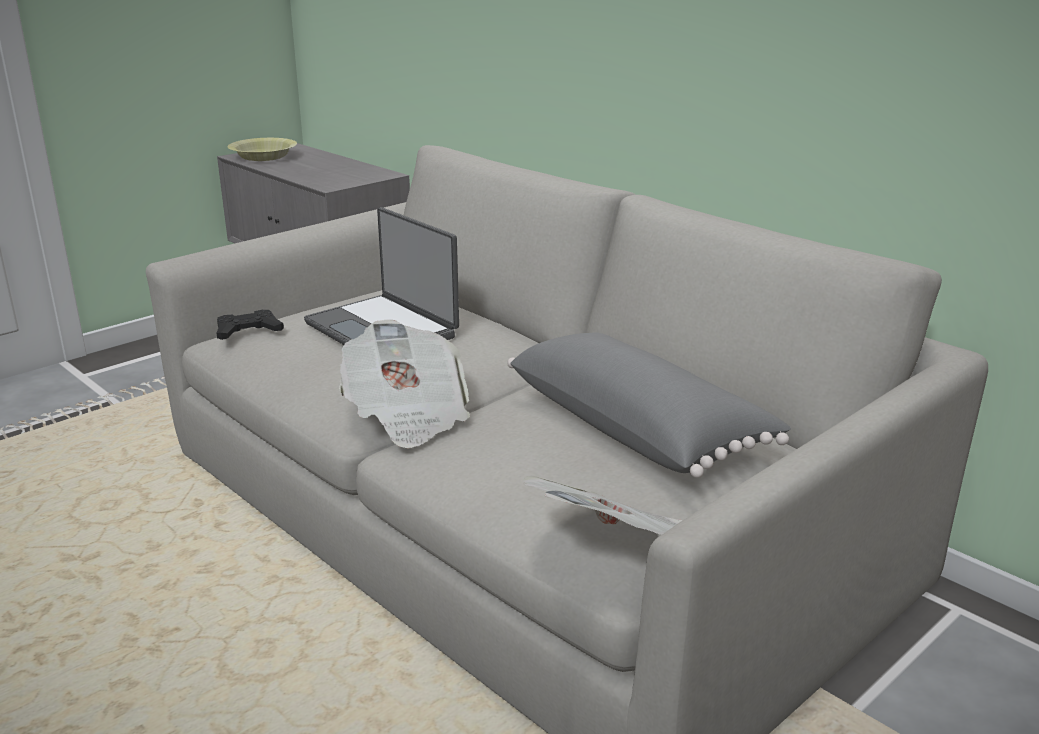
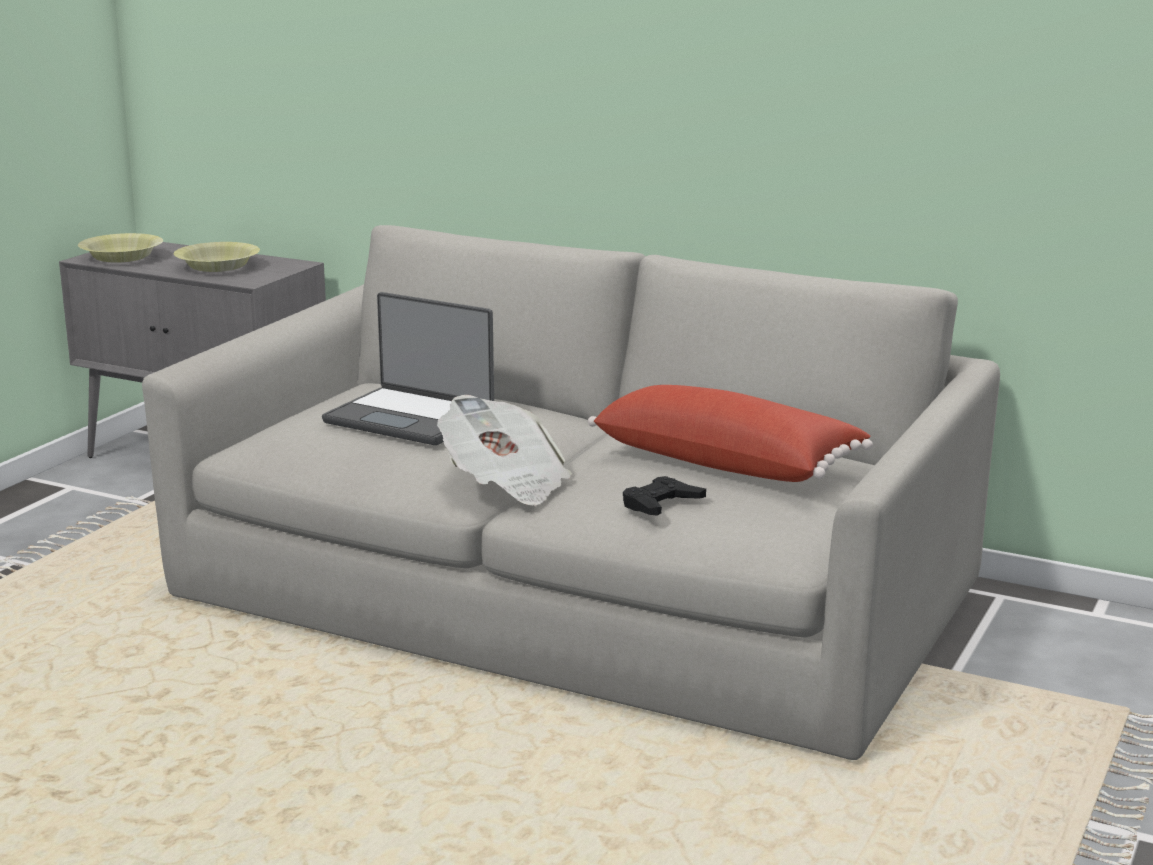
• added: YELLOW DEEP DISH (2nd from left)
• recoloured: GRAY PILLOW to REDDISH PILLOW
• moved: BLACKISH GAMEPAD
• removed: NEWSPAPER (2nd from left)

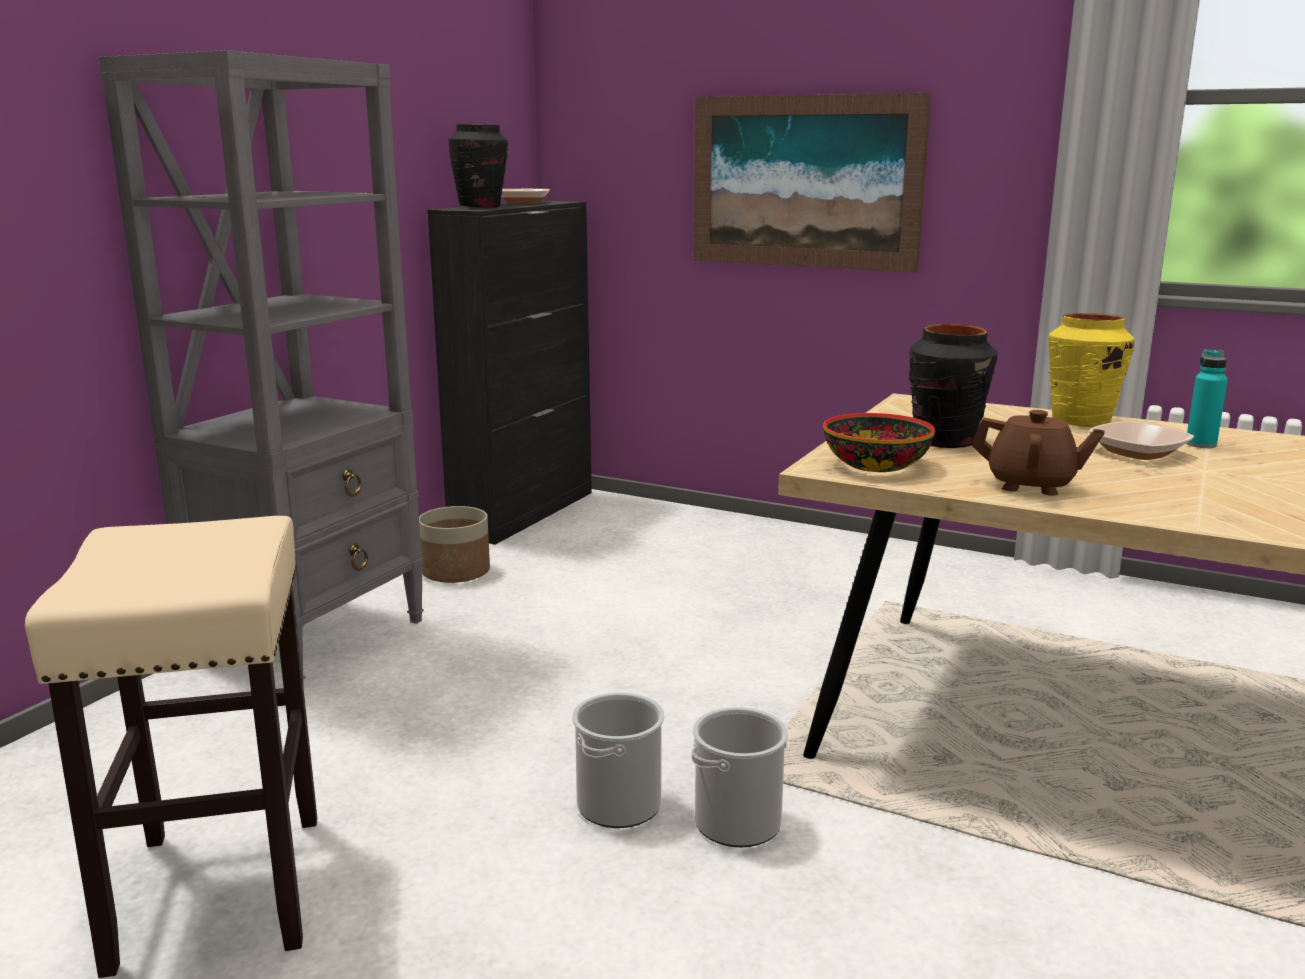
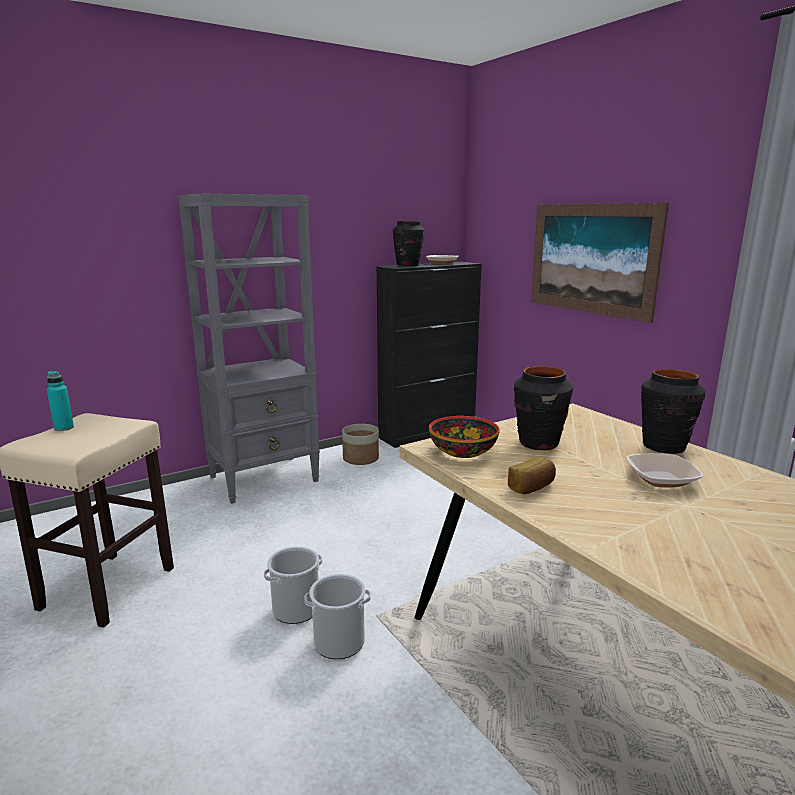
• moved: BLUE-GREEN DRINK BOTTLE
• replaced: BROWN-COLOURED TEA POT to BAKED BREAD
• recoloured: YELLOW FLOWER VASE to BLACKISH FLOWER VASE (3rd from left)

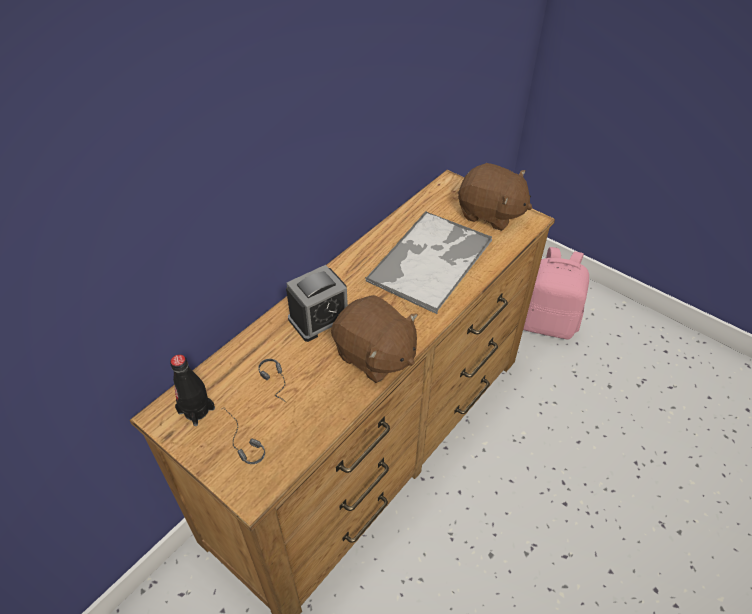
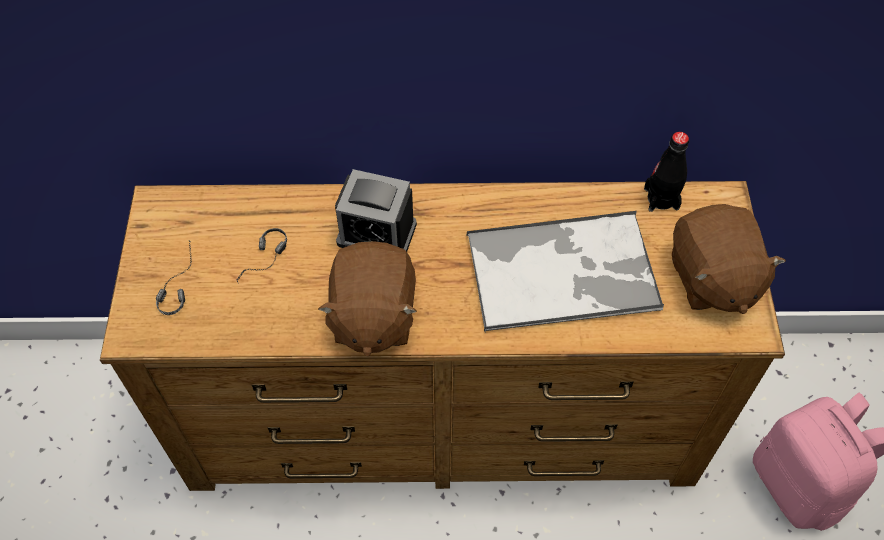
• moved: BLACKISH DRINK BOTTLE

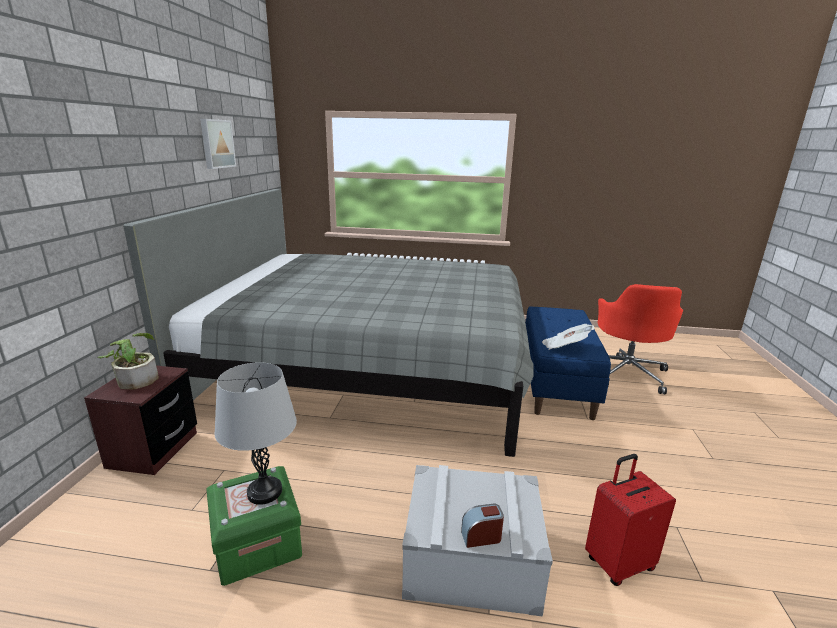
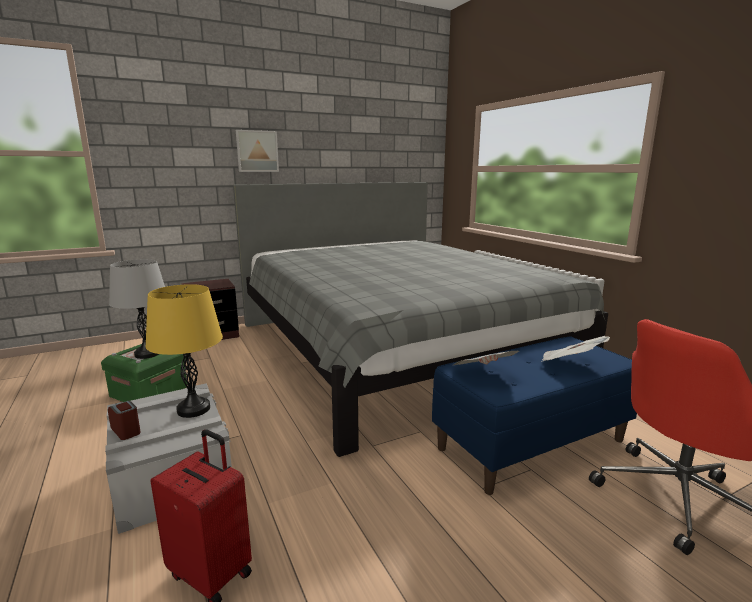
• added: YELLOW TABLETOP LAMP
• moved: WALL ART
• added: NEWSPAPER (2nd from left)
• removed: POTTED PLANT

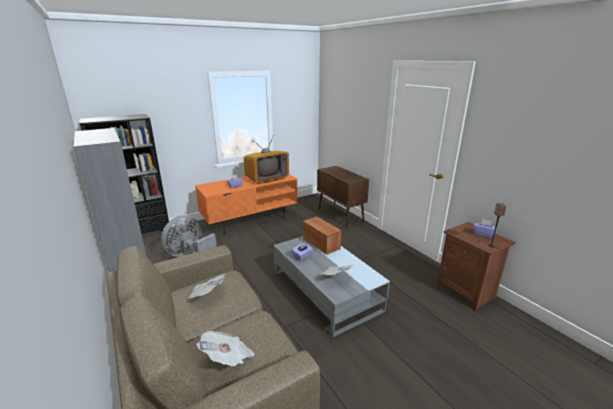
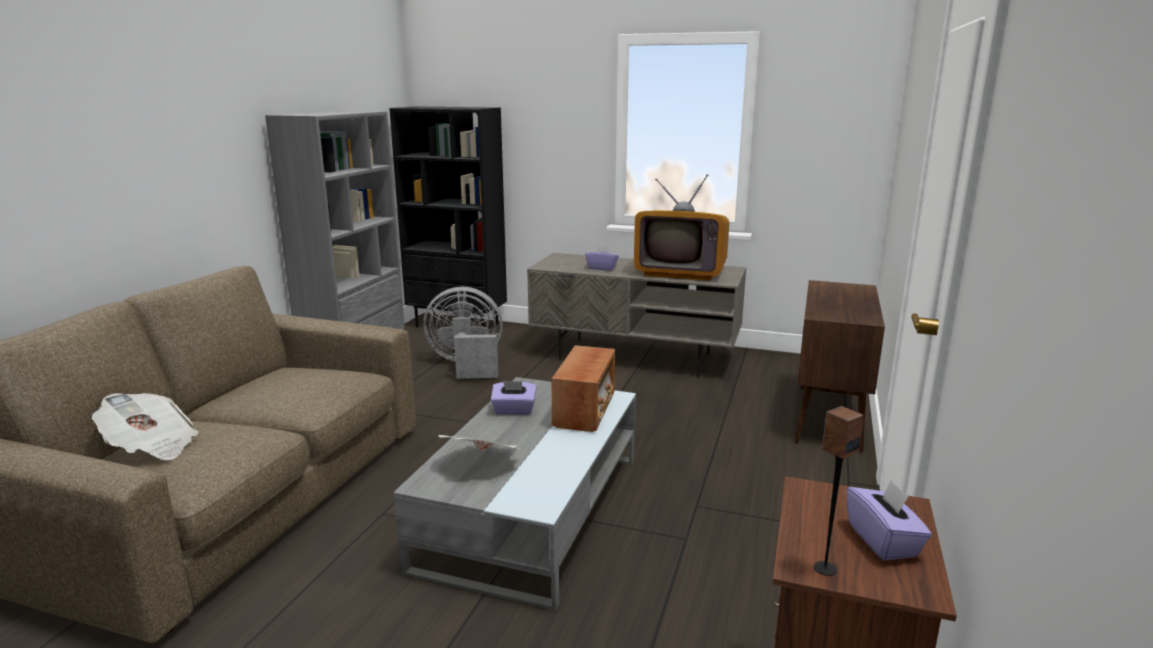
• recoloured: ORANGEY MEDIA CONSOLE to GRAY MEDIA CONSOLE
• removed: NEWSPAPER (1st from left)

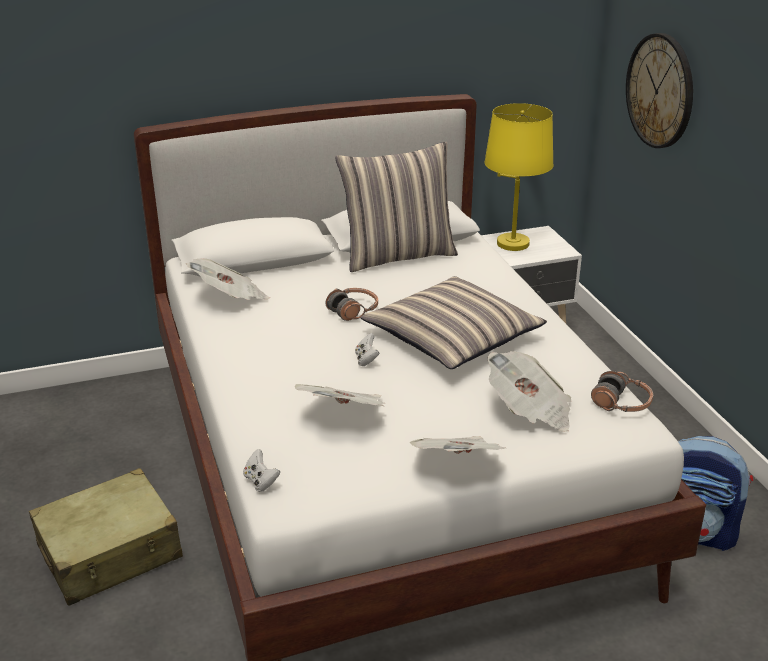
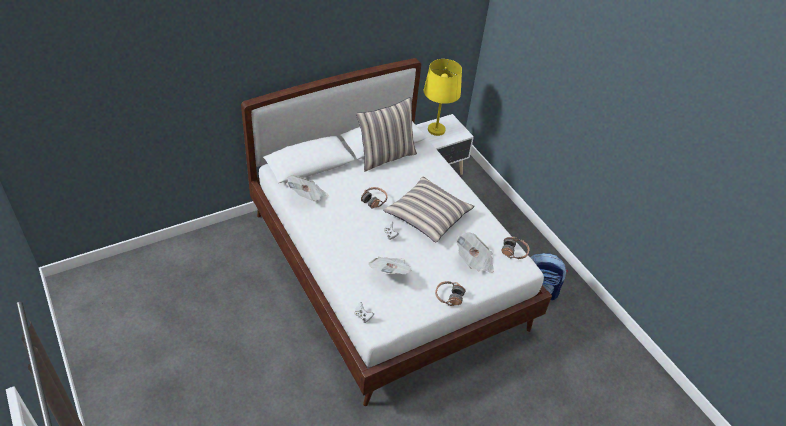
• replaced: NEWSPAPER (3rd from left) to HEADSET (2nd from left)
• removed: SAND-COLOURED PIECE OF LUGGAGE
• removed: WALL CLOCK

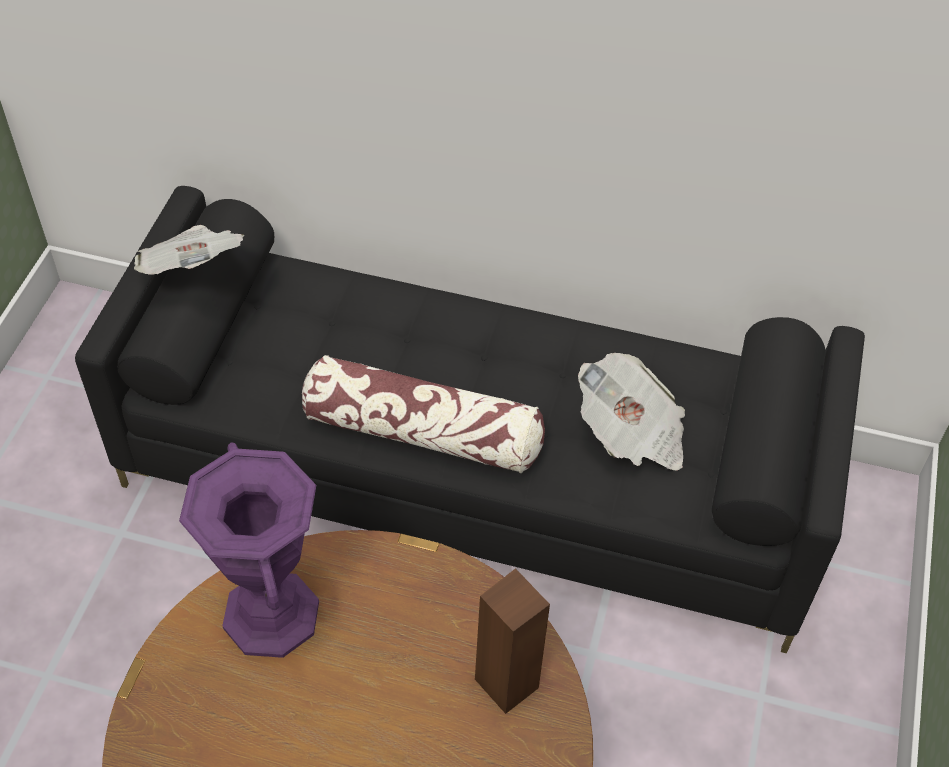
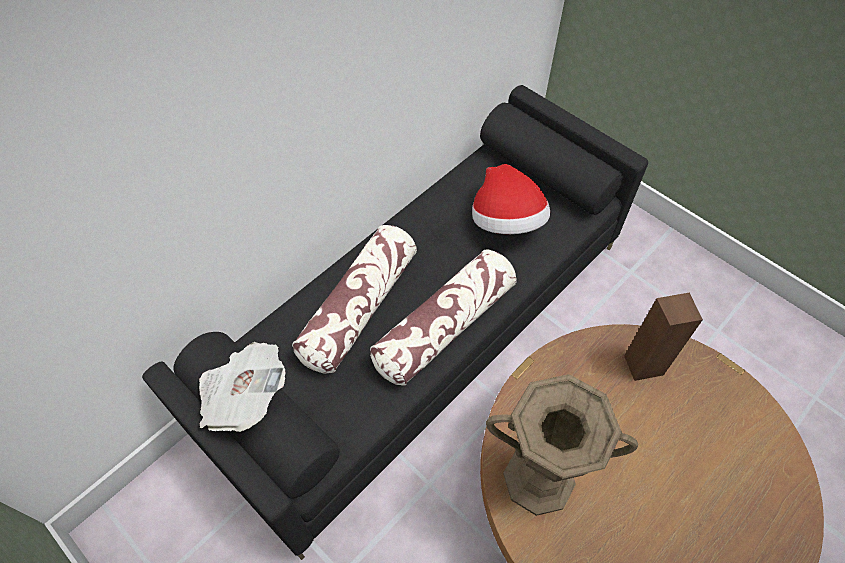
• added: PILLOW (1st from left)
• replaced: NEWSPAPER (2nd from left) to HAT
• recoloured: PURPLE FLOWER VASE to BROWN-COLOURED FLOWER VASE

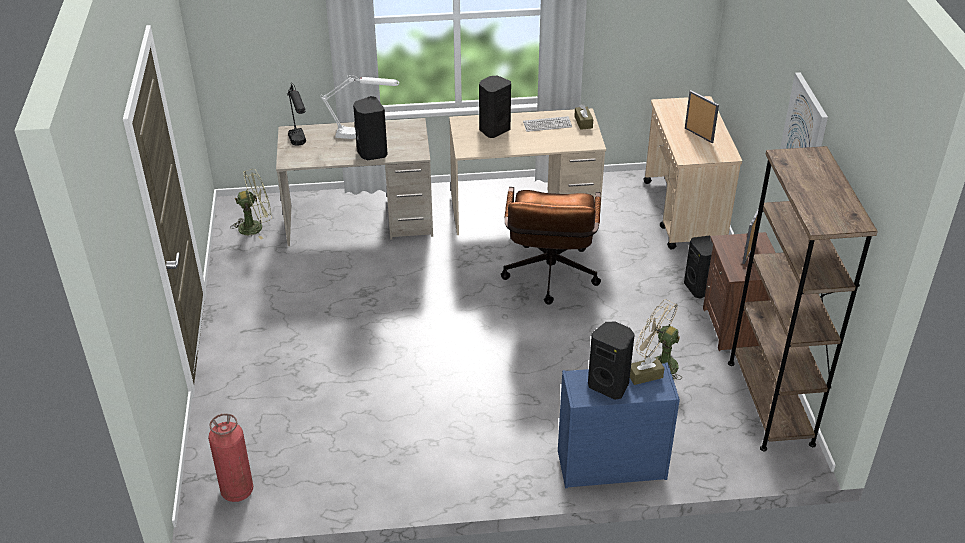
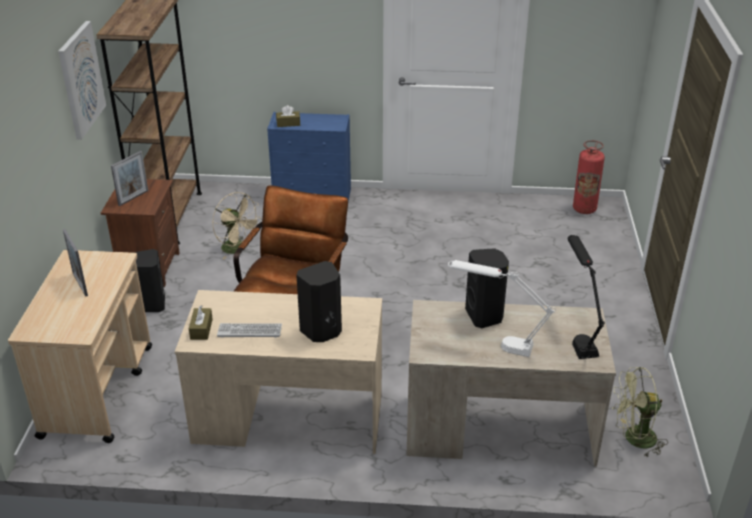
• removed: BLACKISH SPEAKER (3rd from left)

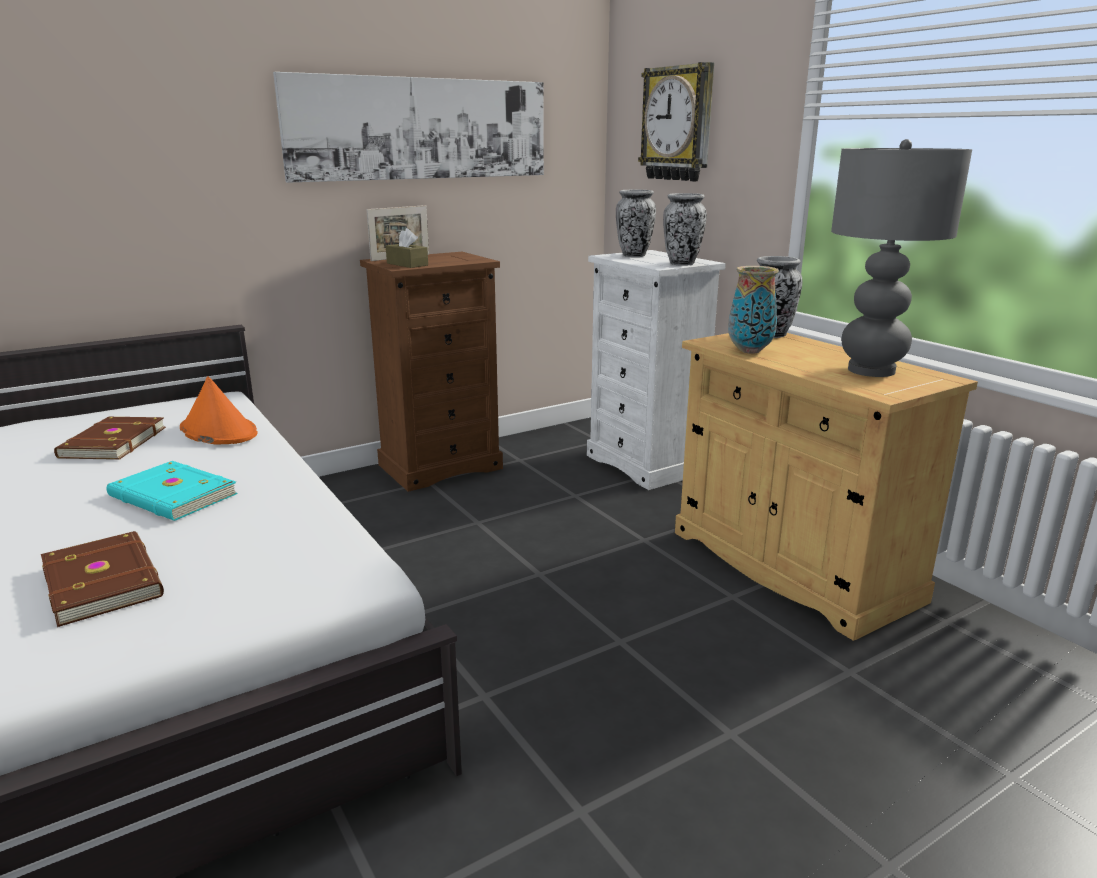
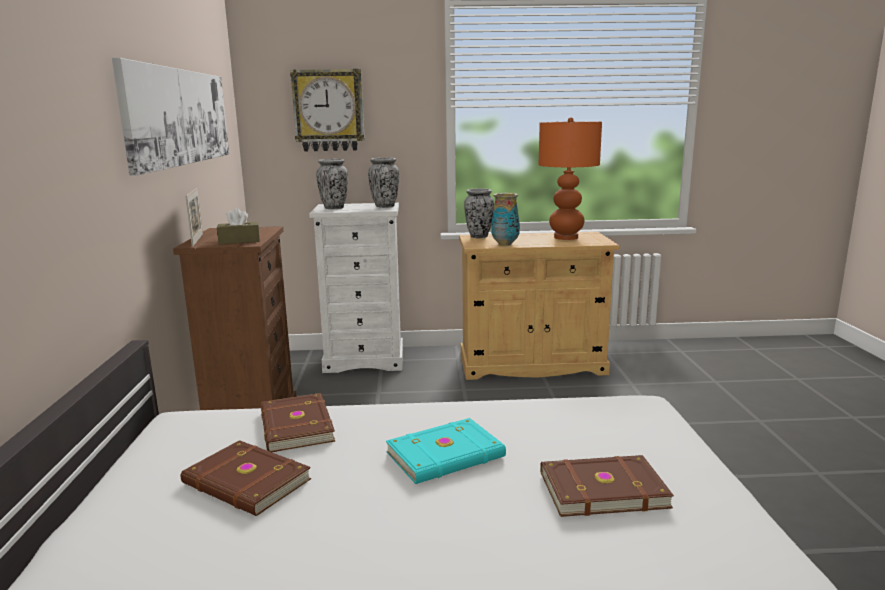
• replaced: ORANGEY HAT to BROWN-COLOURED VOLUME (2nd from left)
• recoloured: GRAY TABLETOP LAMP to ORANGEY TABLETOP LAMP

